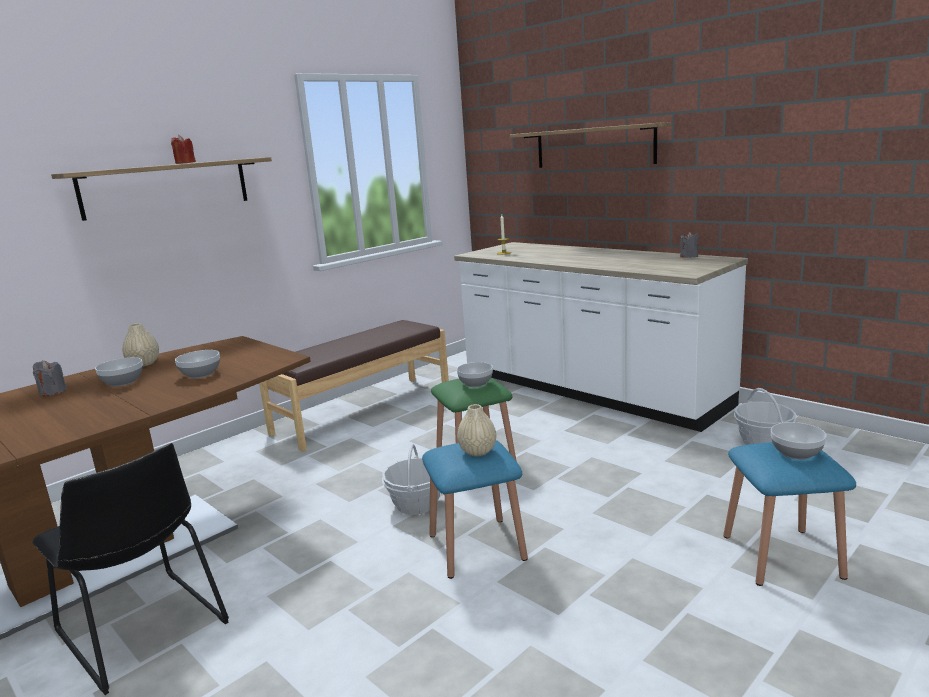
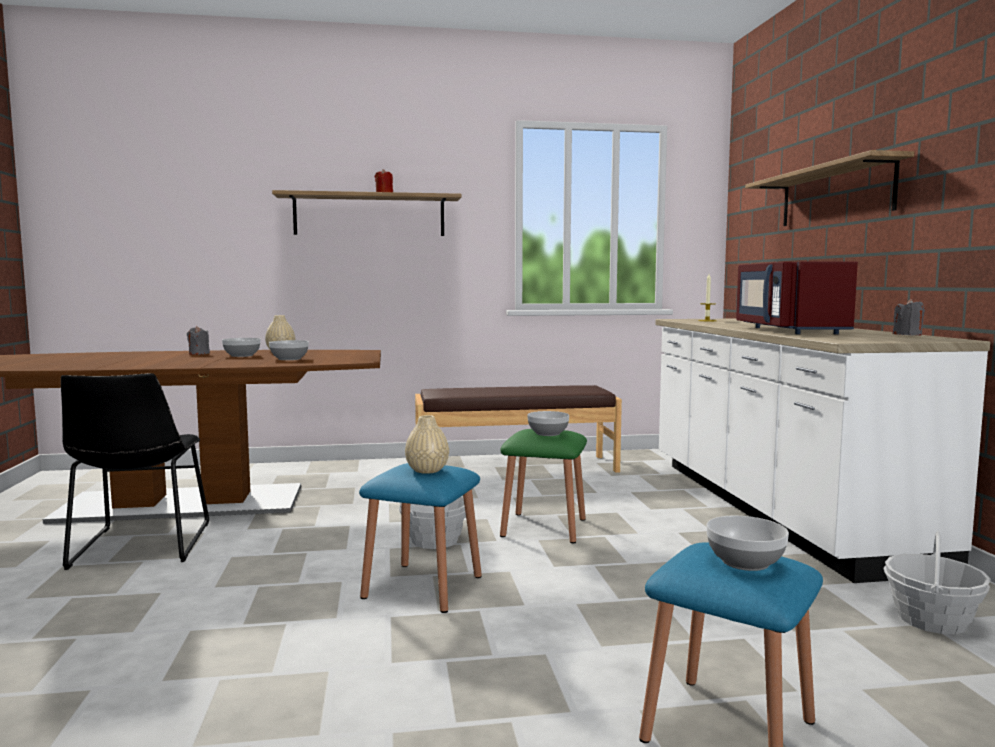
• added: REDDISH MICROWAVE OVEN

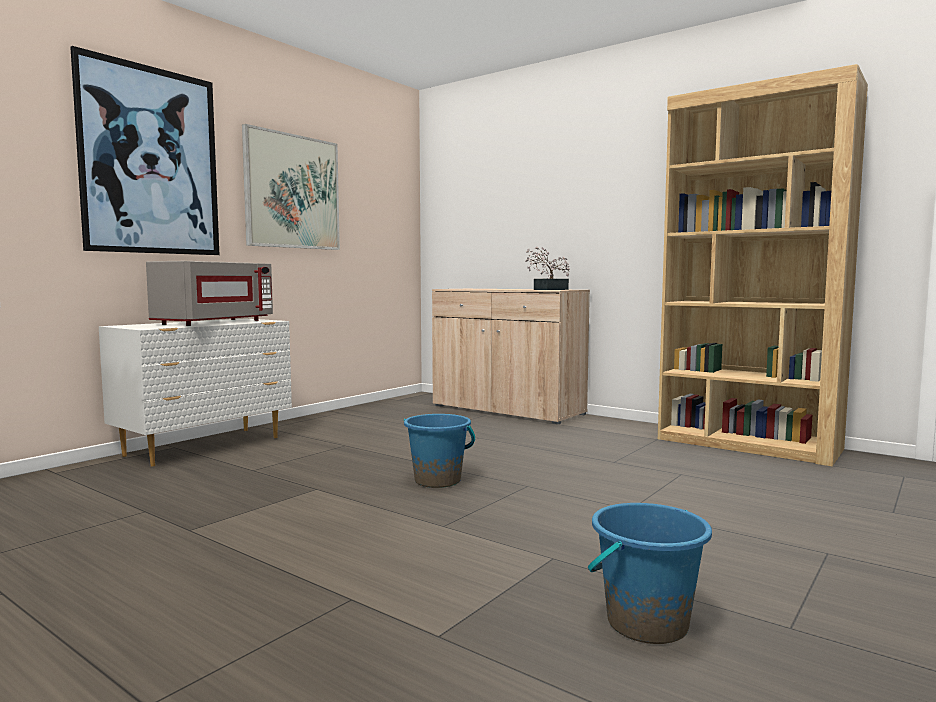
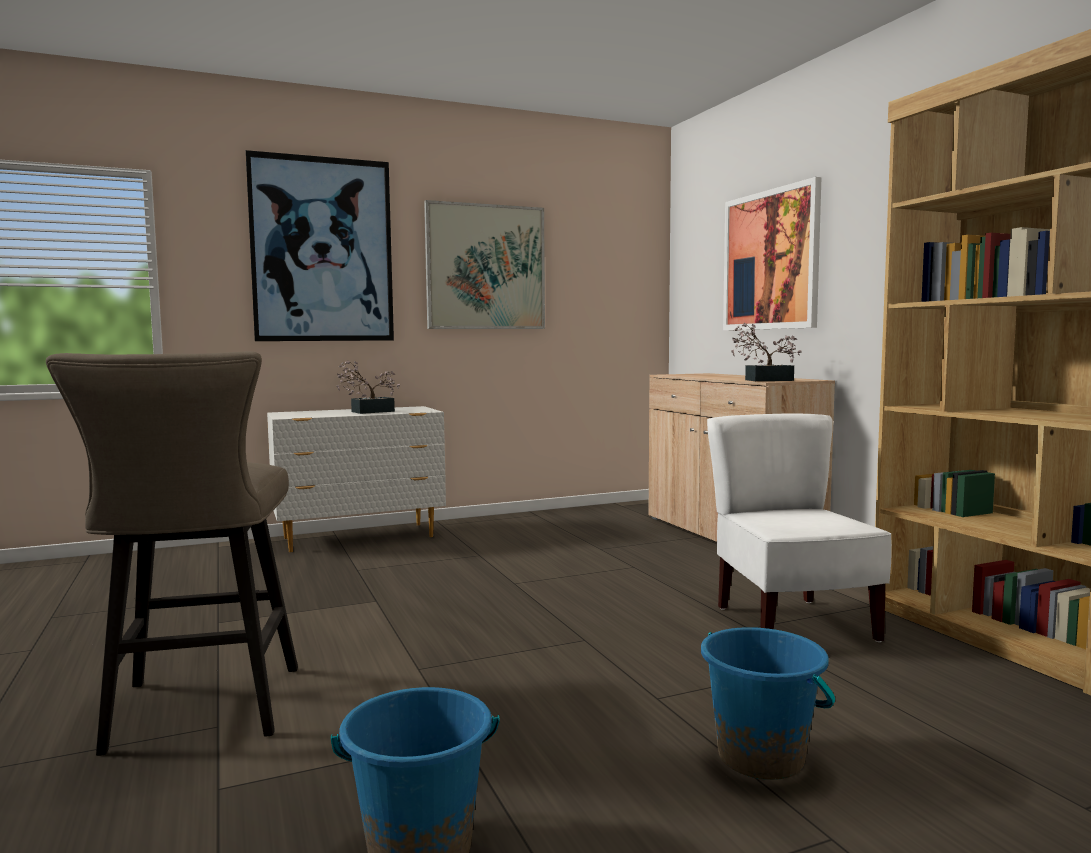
• added: SAND-COLOURED STOOL
• replaced: GRAY MICROWAVE OVEN to POTTED PLANT (1st from left)
• moved: BLUE-COLOURED PAIL (1st from left in the first image) to BLUE-COLOURED PAIL (2nd from left)
• added: WHITE-COLOURED PLAIN CHAIR
• added: WALL ART (3rd from left)

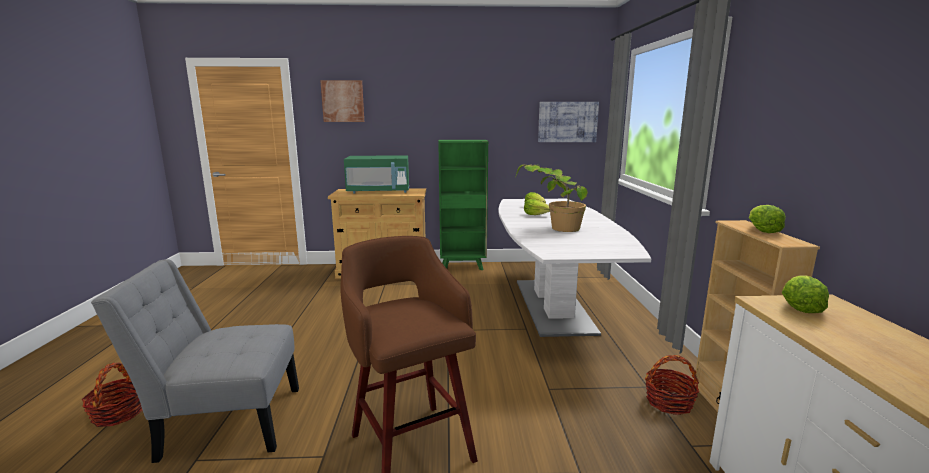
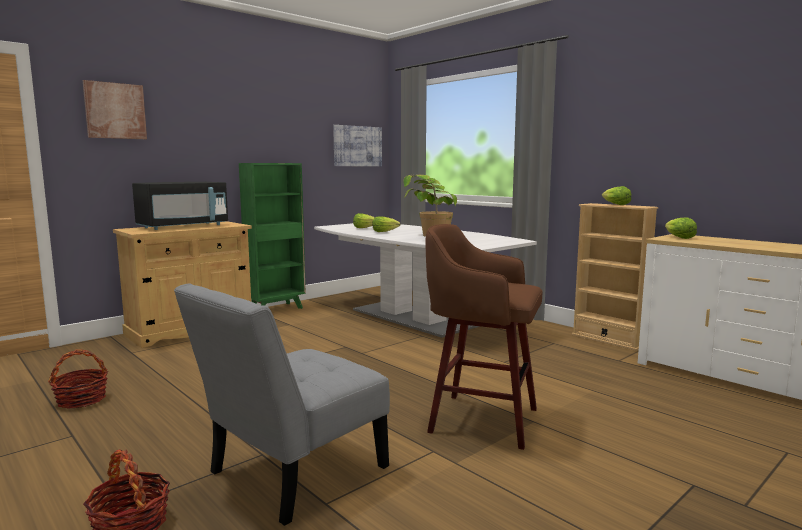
• moved: STORAGE BASKET (2nd from left in the first image) to STORAGE BASKET (1st from left)
• recoloured: GREEN MICROWAVE OVEN to BLACKISH MICROWAVE OVEN

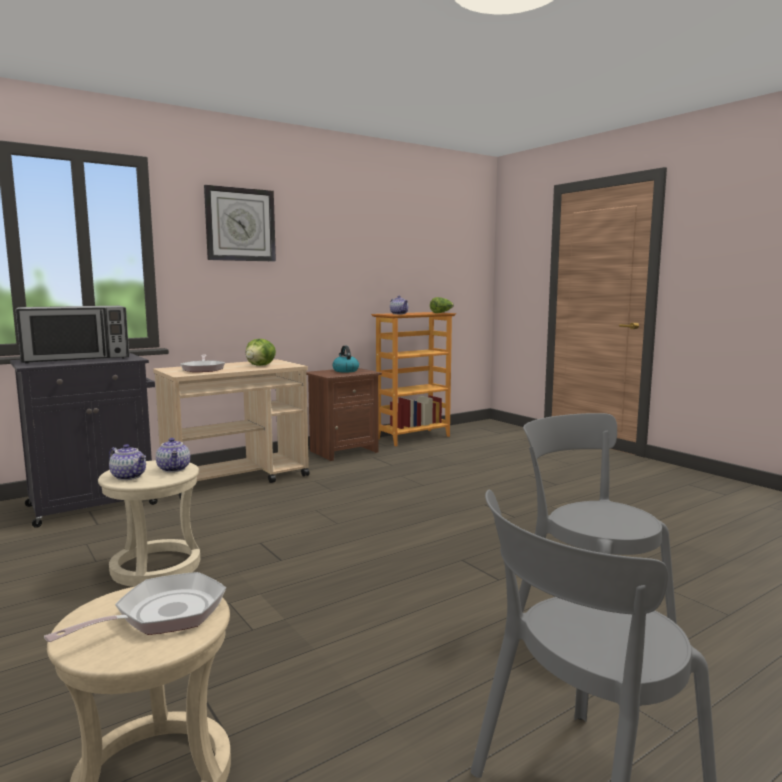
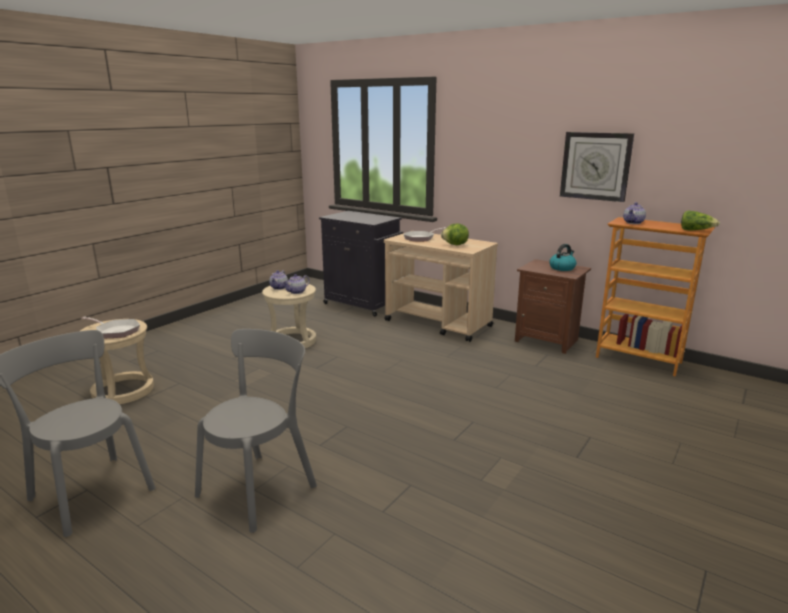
• moved: WALL CLOCK
• removed: MICROWAVE OVEN

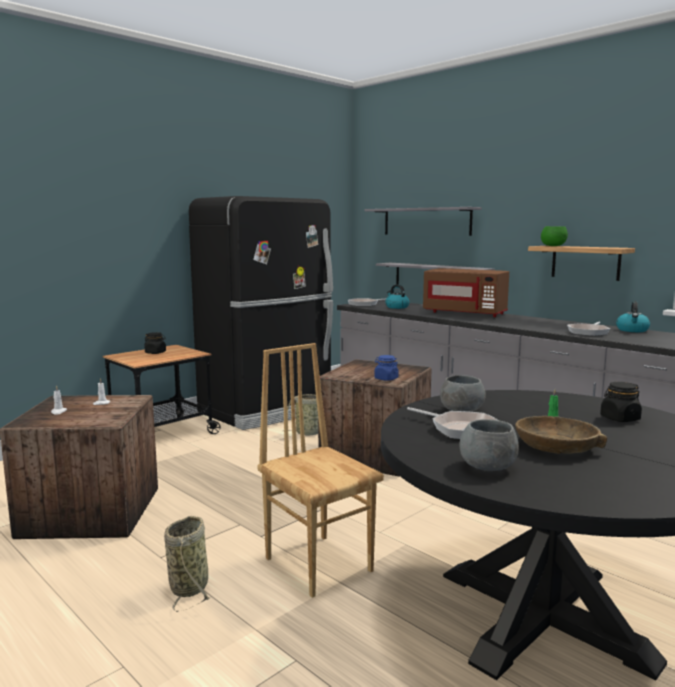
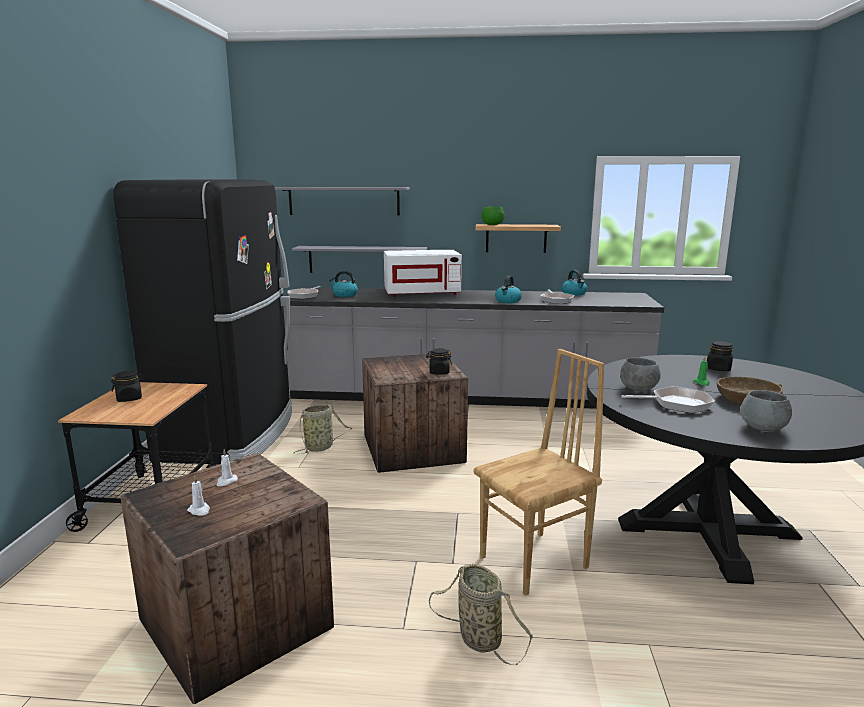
• recoloured: BROWN-COLOURED MICROWAVE OVEN to WHITE-COLOURED MICROWAVE OVEN
• recoloured: BLUE-COLOURED PRESERVE JAR to BLACKISH PRESERVE JAR (2nd from left)
• turned: BROWN-COLOURED PLAIN CHAIR 135 degrees clockwise
• added: WATER KETTLE (2nd from left)

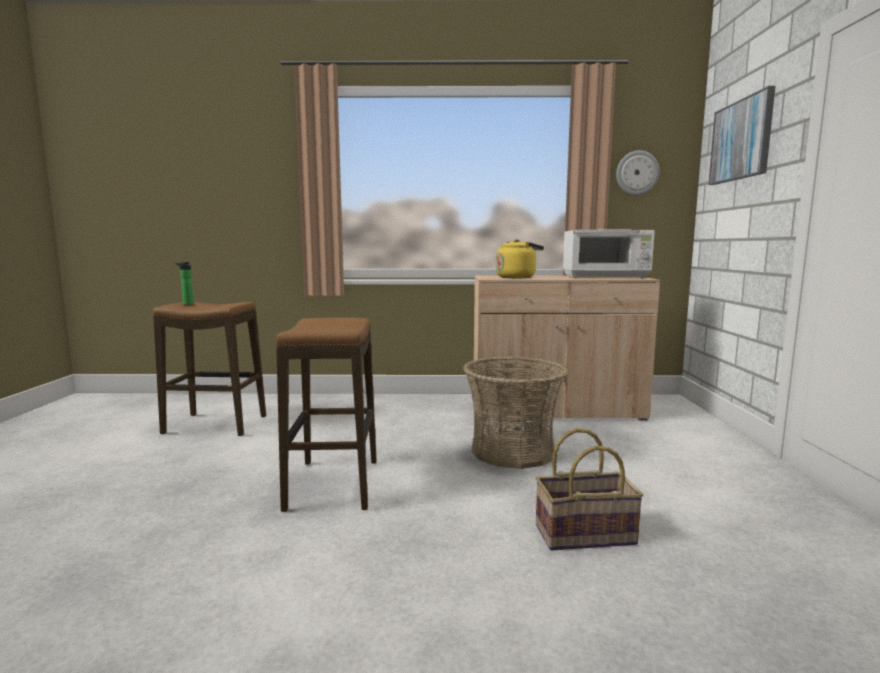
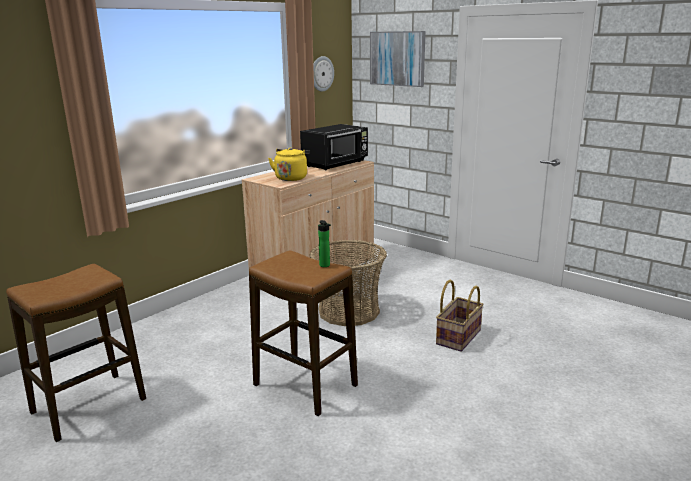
• recoloured: WHITE-COLOURED MICROWAVE OVEN to BLACKISH MICROWAVE OVEN
• moved: DRINK BOTTLE

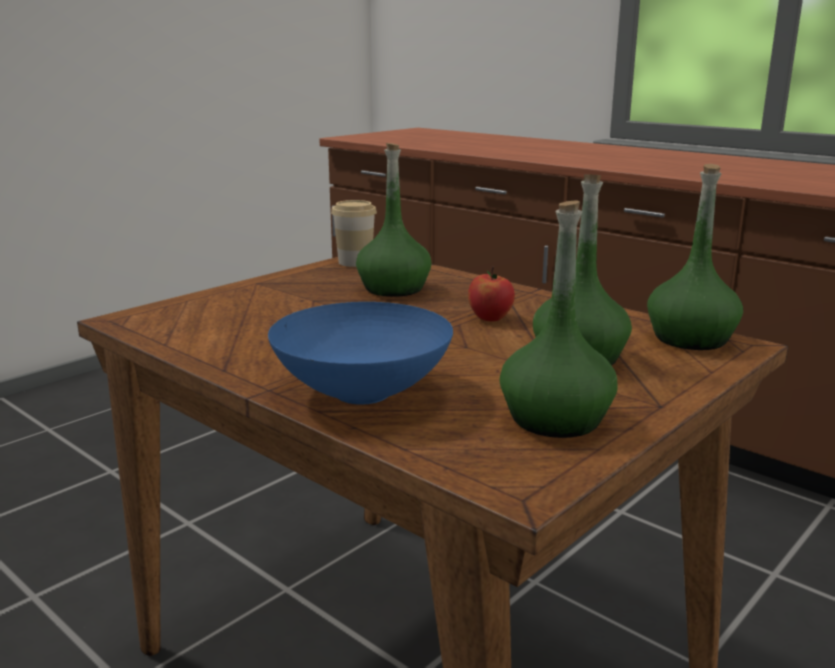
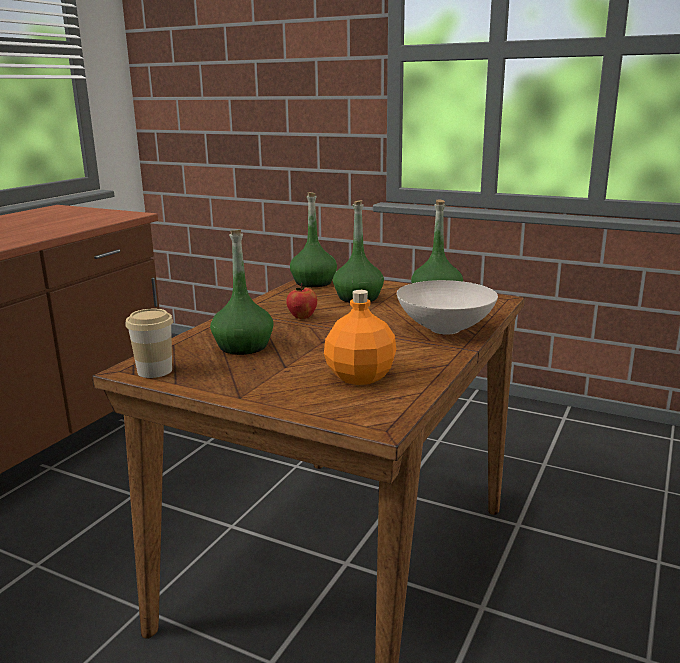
• added: ORANGEY DRINK BOTTLE
• recoloured: BLUE-COLOURED DEEP DISH to WHITE-COLOURED DEEP DISH

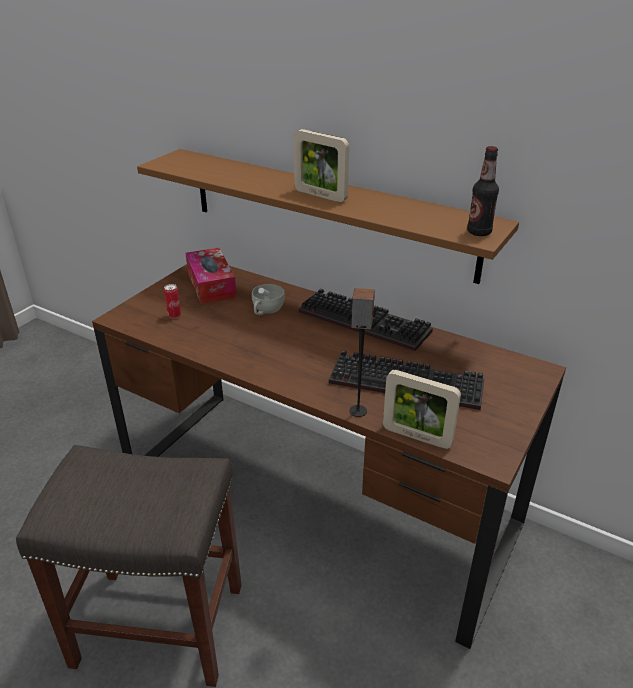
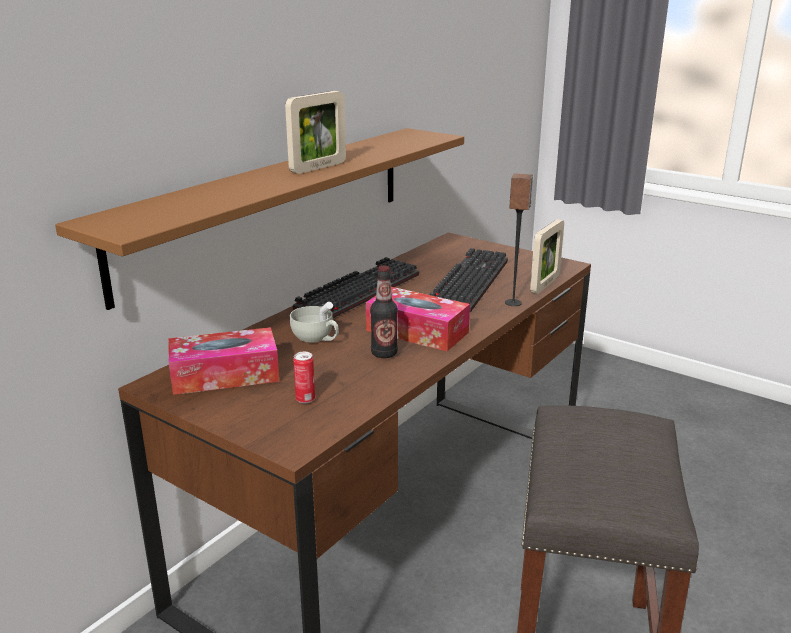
• added: TISSUE HOLDER (2nd from left)
• moved: DRINK BOTTLE

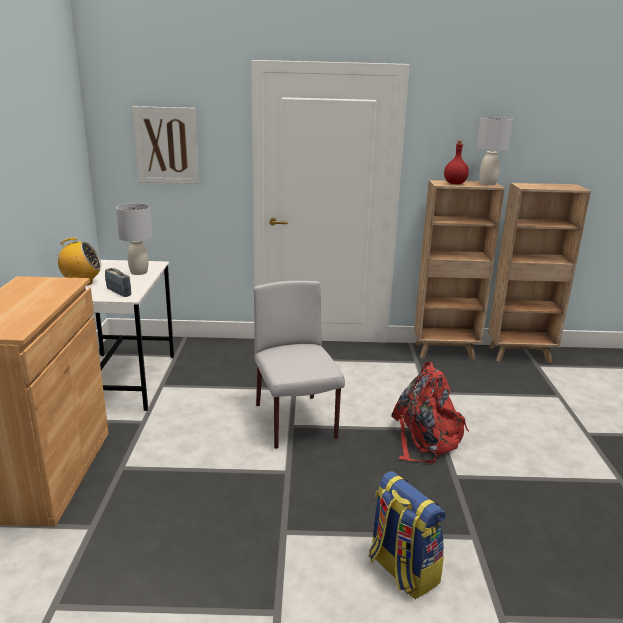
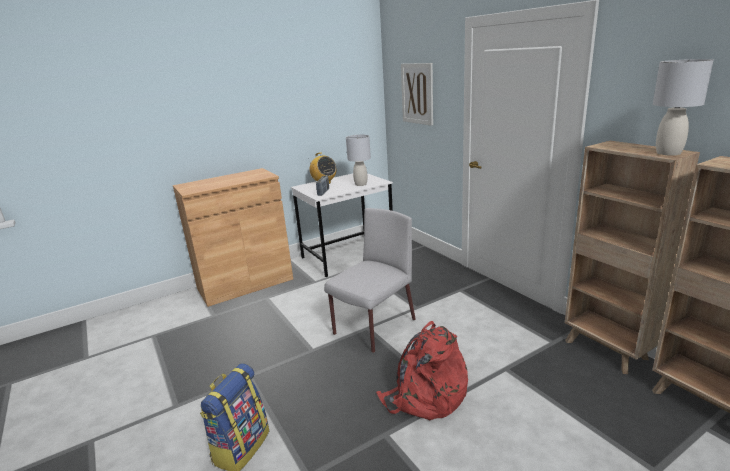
• removed: REDDISH DRINK BOTTLE

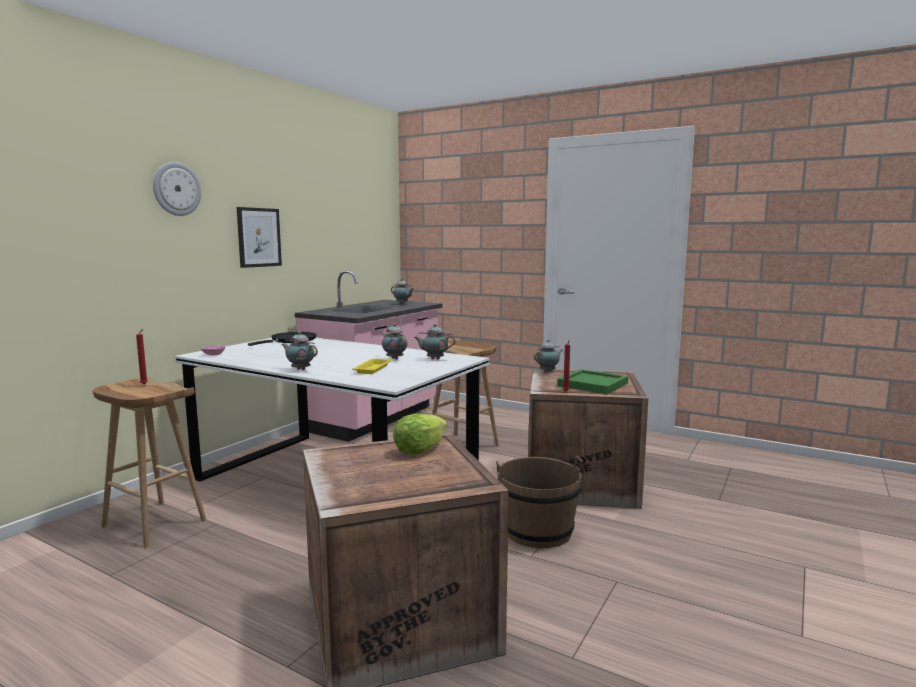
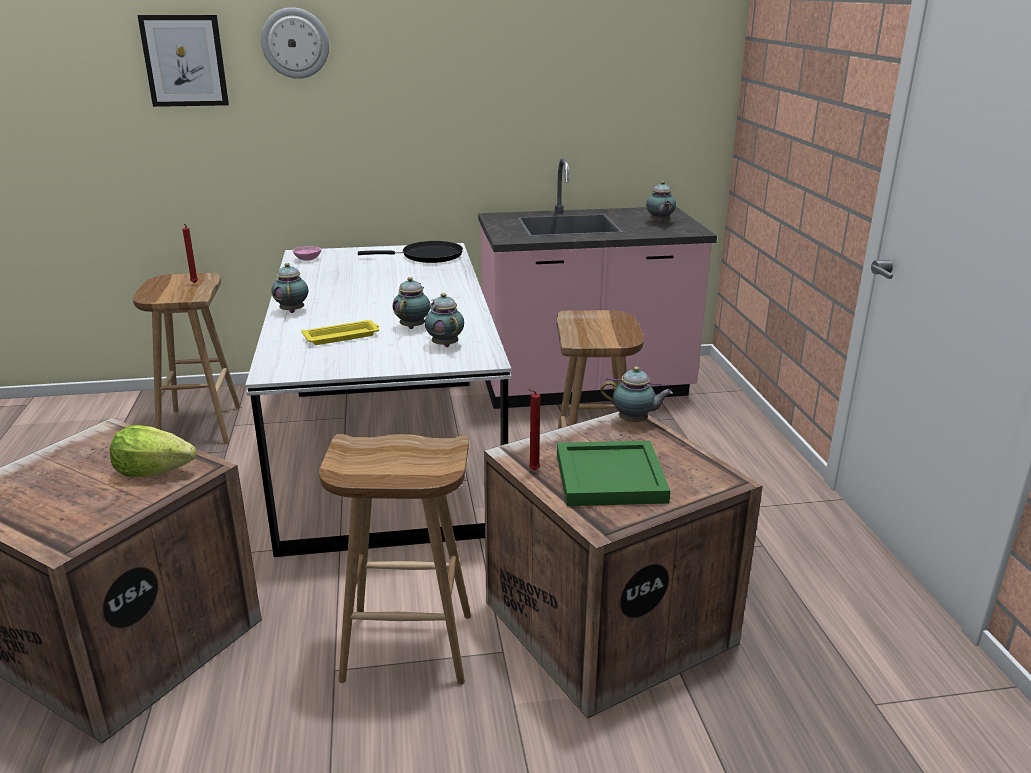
• moved: WALL ART
• replaced: BROWN-COLOURED PAIL to BROWN-COLOURED STOOL (2nd from left)

